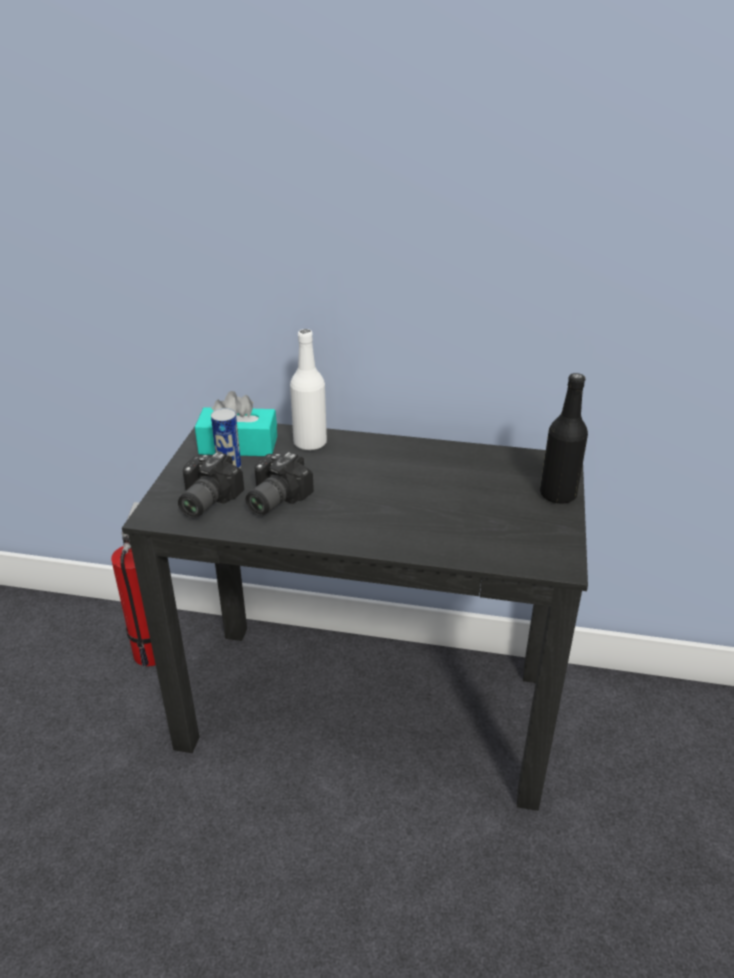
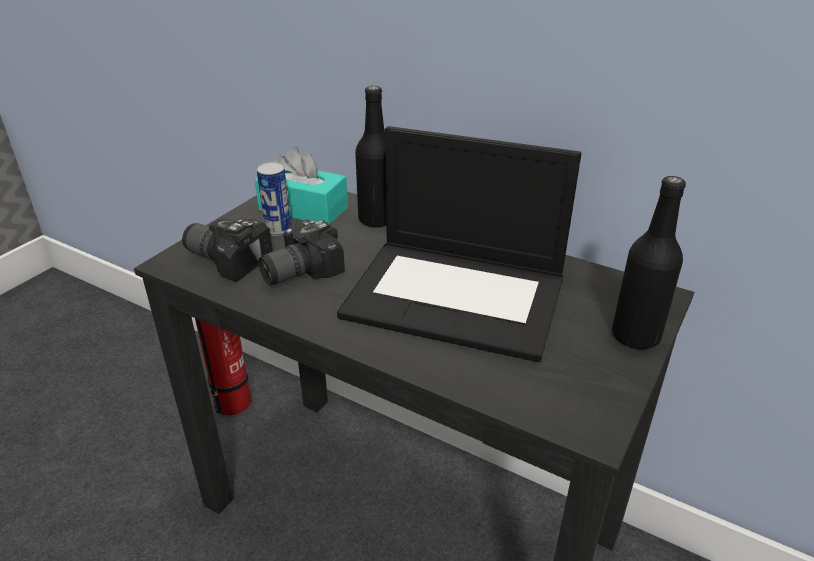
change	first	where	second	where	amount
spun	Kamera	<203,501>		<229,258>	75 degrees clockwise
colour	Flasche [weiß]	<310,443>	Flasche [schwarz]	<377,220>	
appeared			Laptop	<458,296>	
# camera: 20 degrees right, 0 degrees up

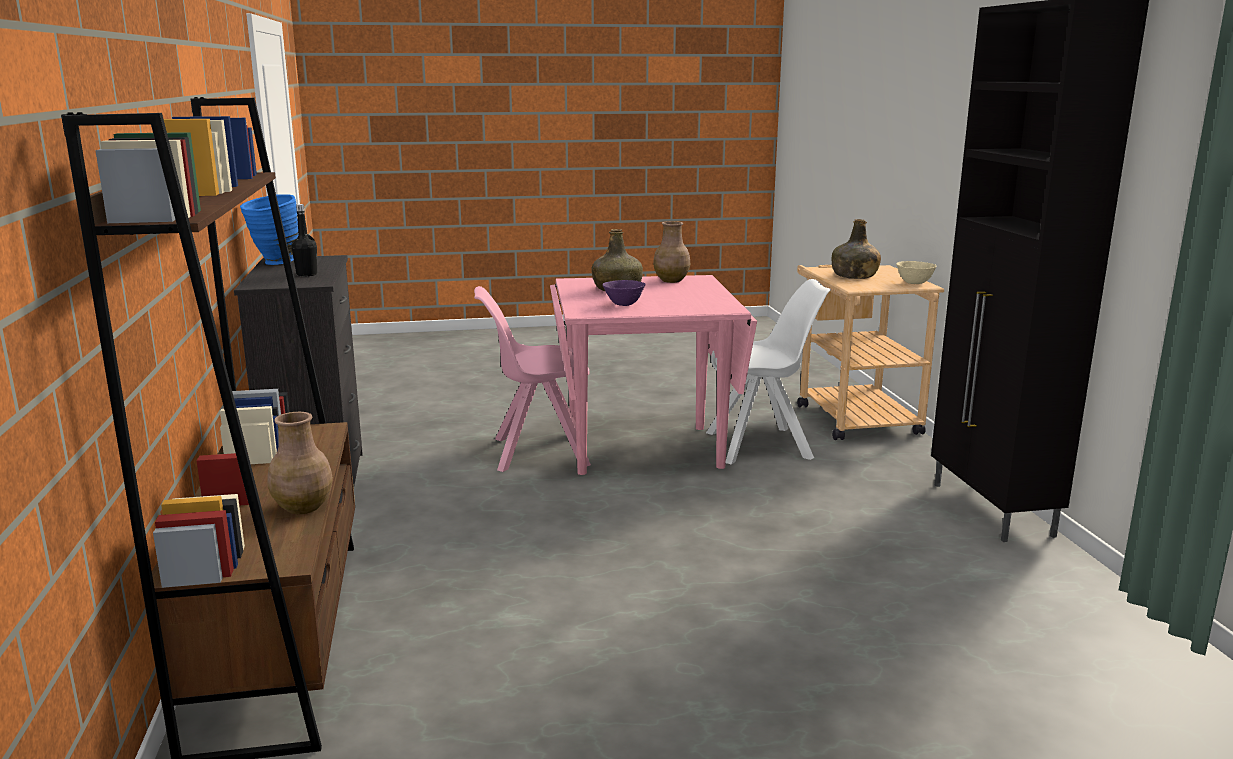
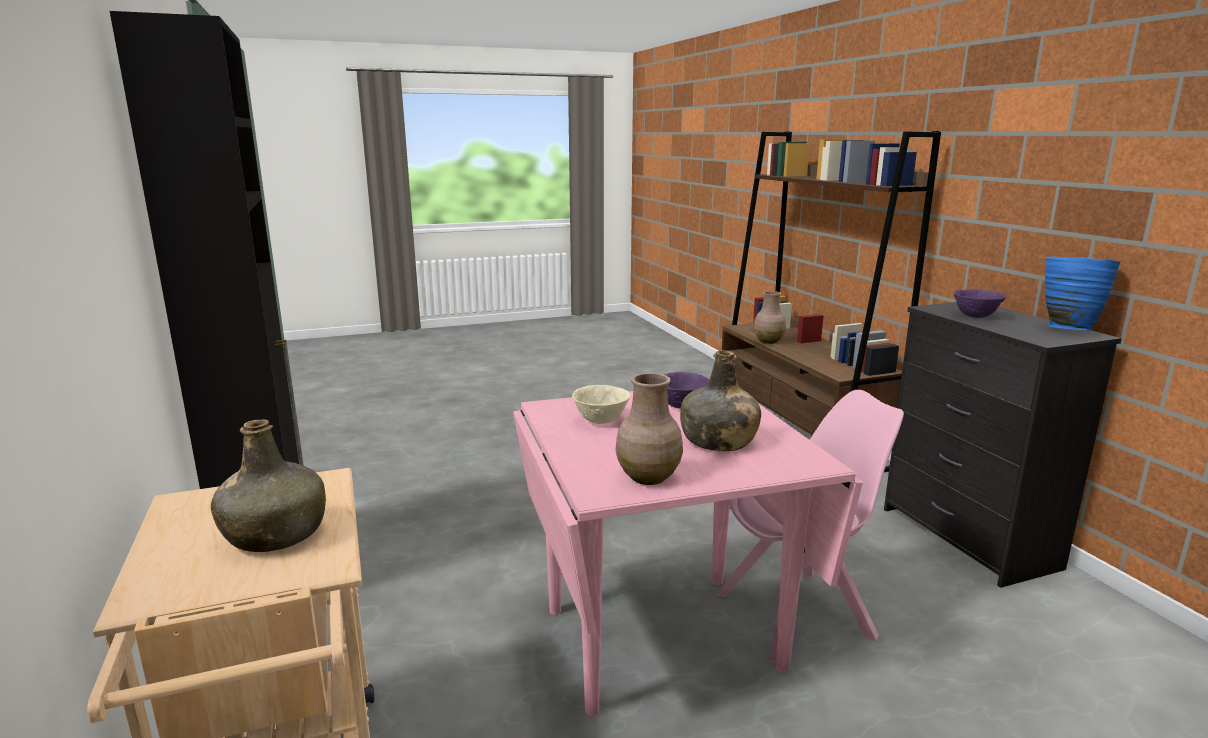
change	first	where	second	where	amount
exchanged	Flasche [schwarz]	<307,274>	Schüssel [lila]	<976,316>	
missing	Stuhl [weiß]	<761,446>			
relocated	Schüssel [beige]	<914,283>		<601,421>	
# camera: 170 degrees right, 0 degrees up

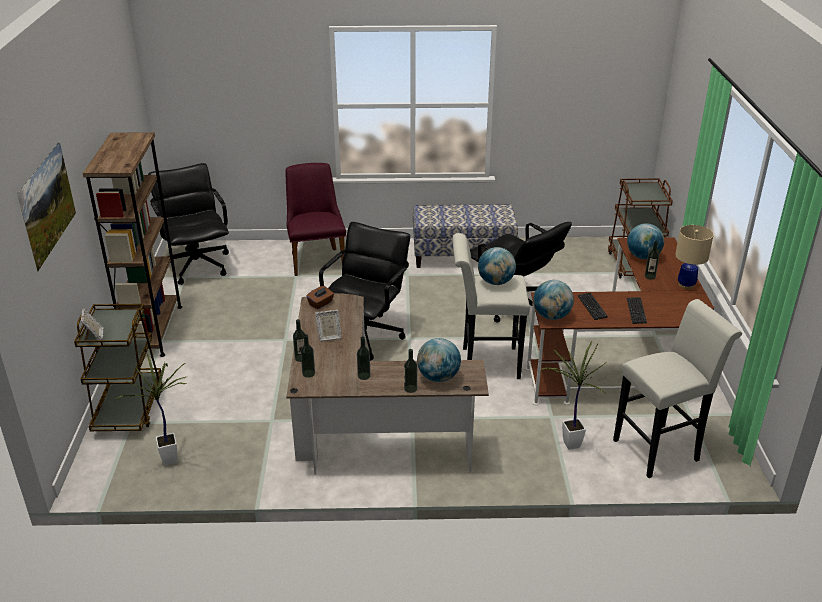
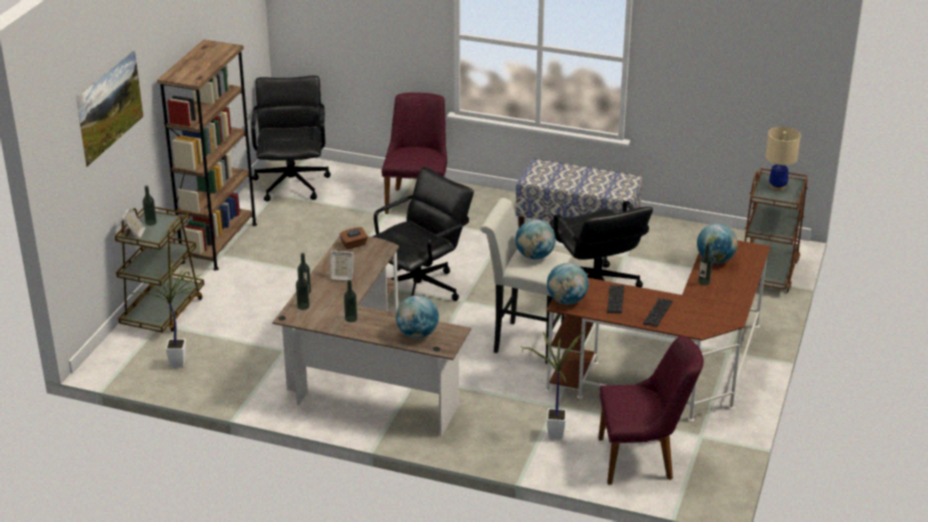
change	first	where	second	where	amount
relocated	Flasche	<410,388>		<151,222>	
exchanged	Hocker [weiß]	<661,448>	Stuhl [lila]	<643,459>	
relocated	Tischlampe [beige]	<686,285>		<777,186>	
# camera: 20 degrees right, 0 degrees up

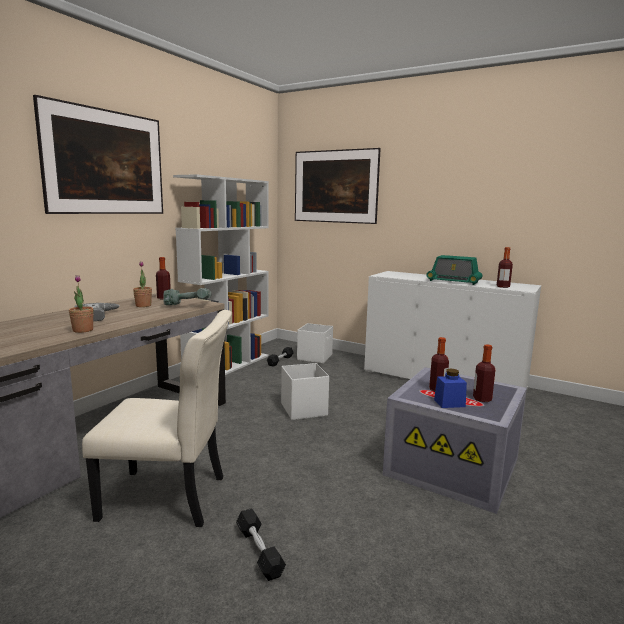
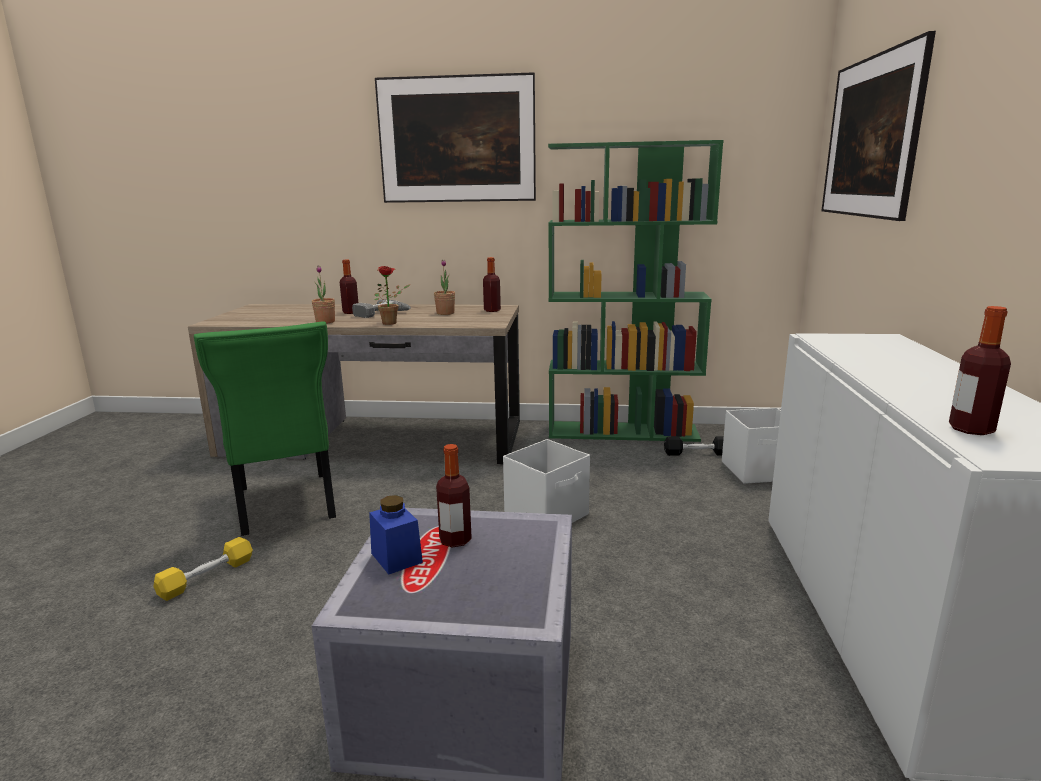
change	first	where	second	where	amount
colour	Stuhl [beige]	<169,498>	Stuhl [grün]	<286,505>	
missing	Bohrmaschine	<189,306>			
colour	Bücherregal [weiß]	<228,366>	Bücherregal [grün]	<623,432>	
colour	Hantel [schwarz]	<259,551>	Hantel [gelb]	<207,577>	
missing	Radio	<453,281>			
relocated	Flasche	<482,399>		<351,312>	
appeared			Topfpflanze	<392,323>	
# camera: 65 degrees right, 5 degrees up

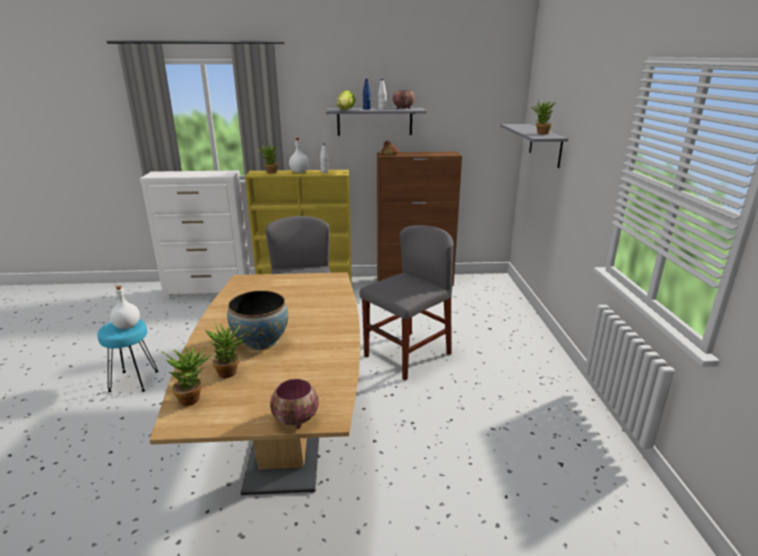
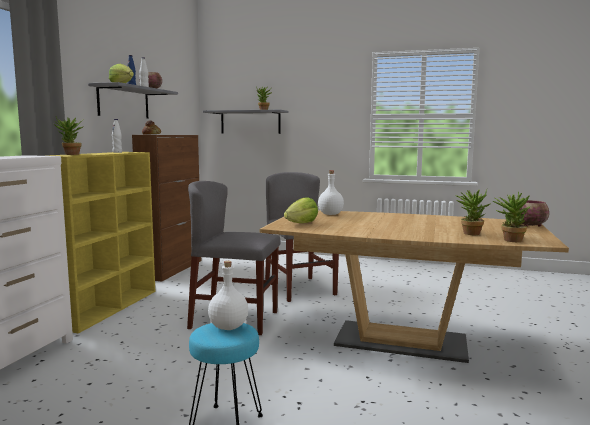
change	first	where	second	where	amount
missing	Schüssel	<261,342>			
relocated	Flasche [weiß]	<299,172>		<330,214>	
appeared			Salatkopf	<301,223>	
# camera: 70 degrees left, 15 degrees down

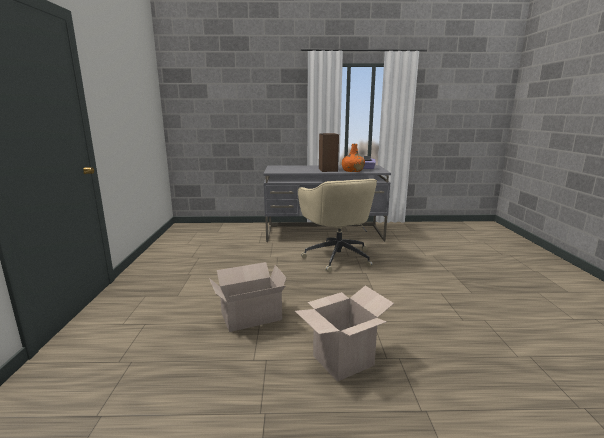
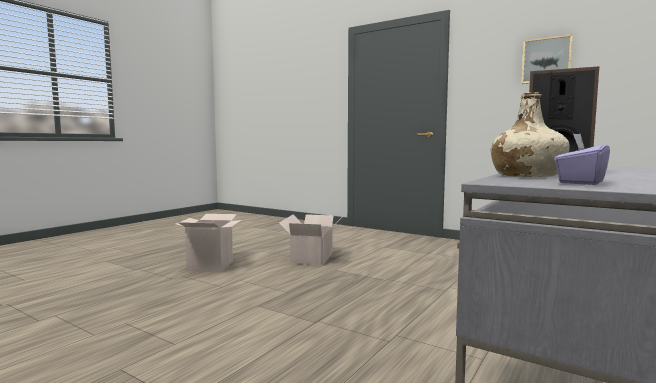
change	first	where	second	where	amount
missing	Bürostuhl [beige]	<337,256>			
colour	Flasche [orange]	<352,171>	Flasche [beige]	<526,176>	
appeared			Bild	<546,60>	
# camera: 125 degrees right, 10 degrees down

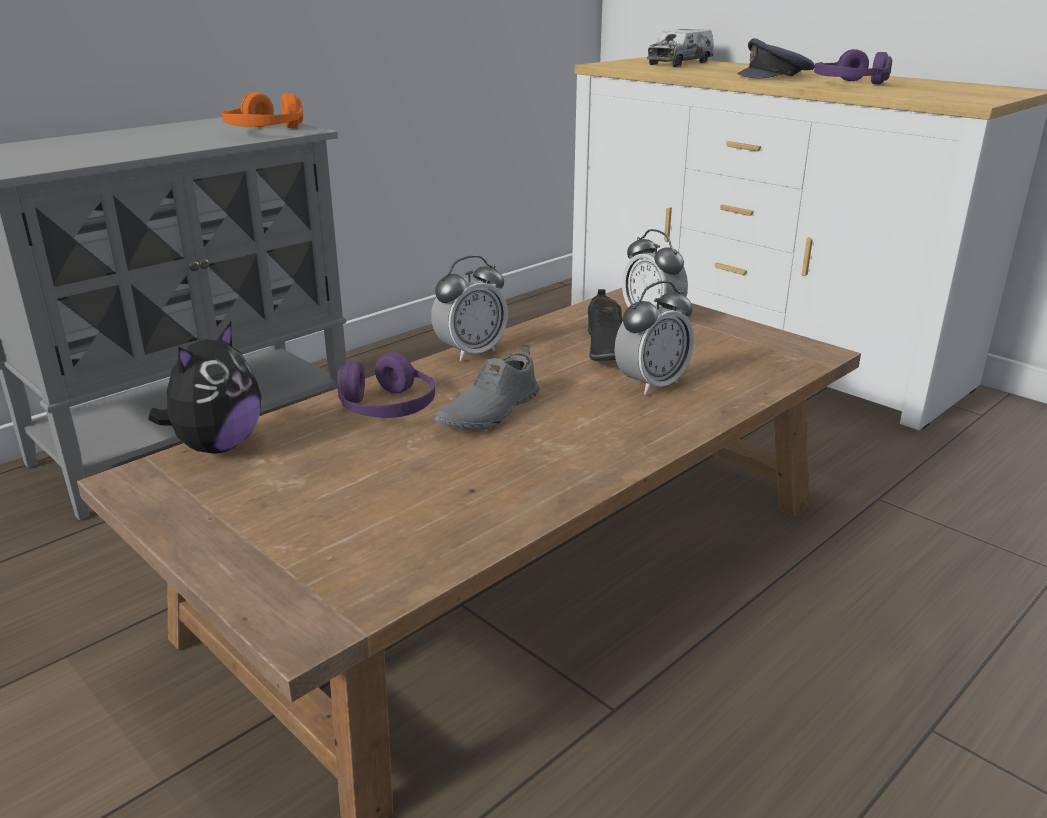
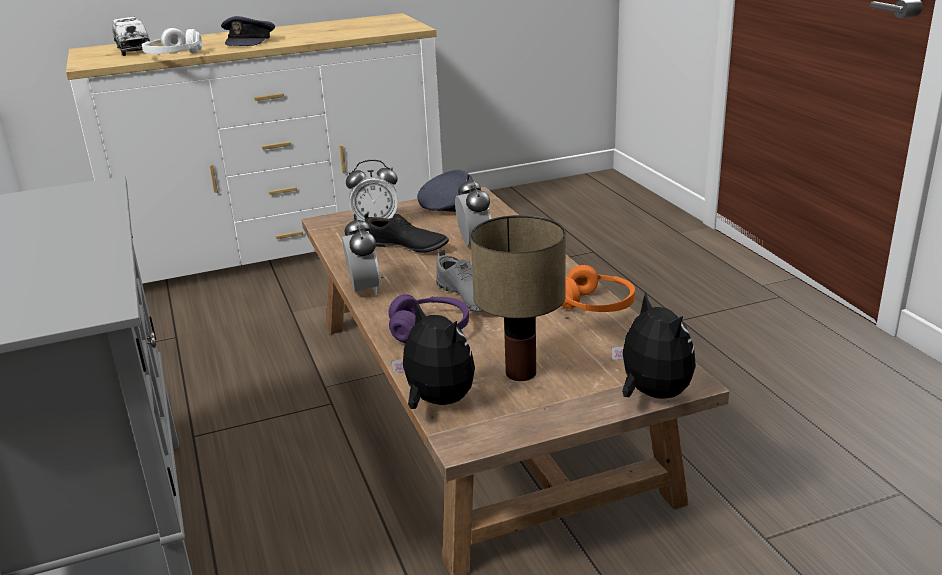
change	first	where	second	where	amount
relocated	Kopfhörer [orange]	<265,131>		<595,305>	
missing	Kopfhörer [lila]	<849,84>			
appeared			Kopfhörer [weiß]	<173,56>	
appeared			Kappe [grau]	<447,205>	
appeared			Tischlampe	<520,372>	
appeared			Plüschtier	<651,394>	
# camera: 65 degrees left, 0 degrees up

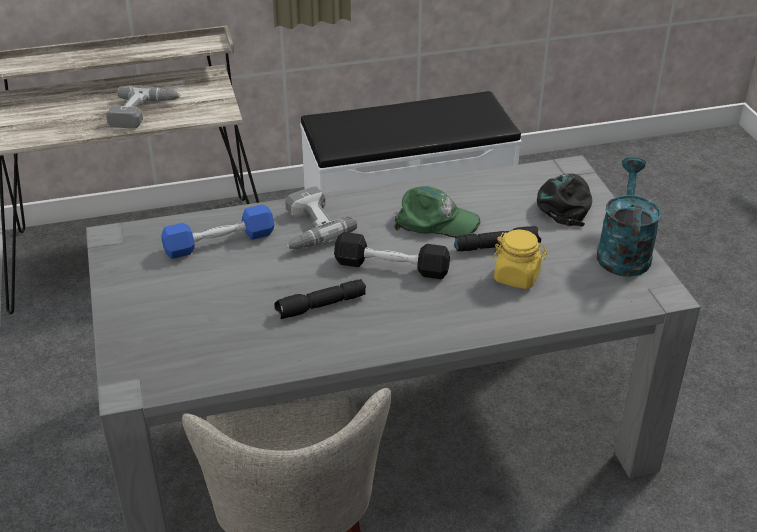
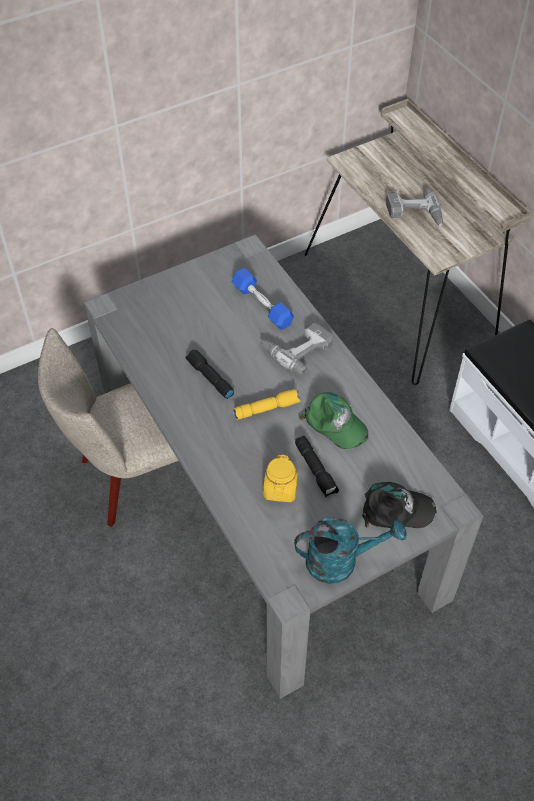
change	first	where	second	where	amount
exchanged	Hantel [schwarz]	<392,267>	Taschenlampe [gelb]	<266,408>	
spun	Kappe [grün]	<436,221>		<335,424>	45 degrees counterclockwise
# camera: 75 degrees right, 15 degrees up

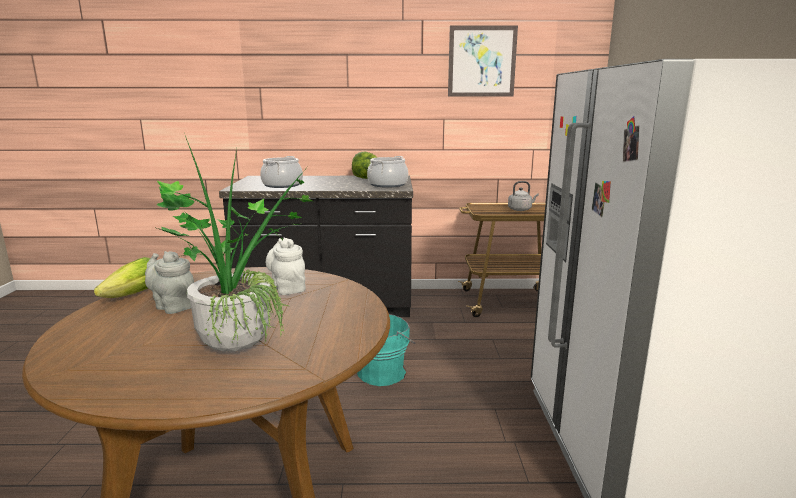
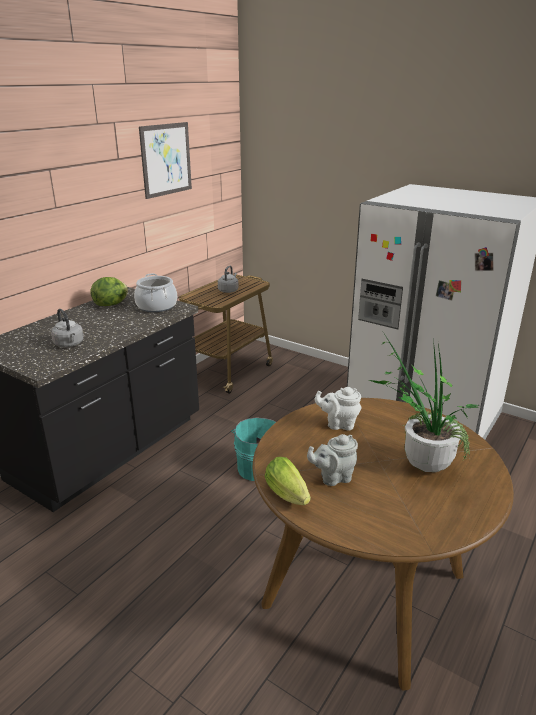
change	first	where	second	where	amount
exchanged	Kochtopf	<282,185>	Wasserkessel [grau]	<69,344>	
# camera: 55 degrees left, 10 degrees up

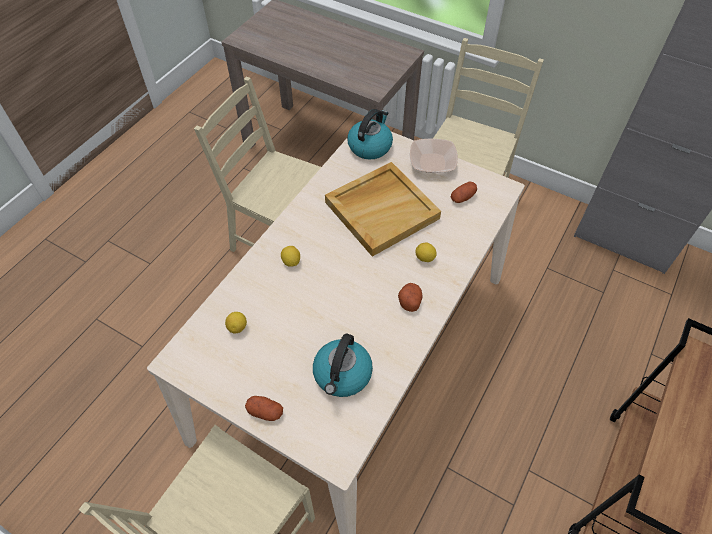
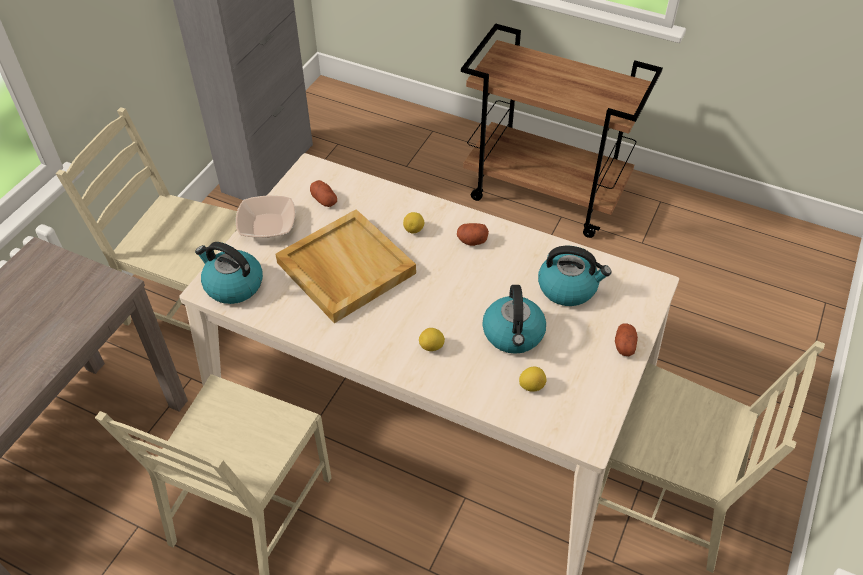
change	first	where	second	where	amount
appeared			Wasserkessel	<513,334>	
# camera: 95 degrees left, 5 degrees down

